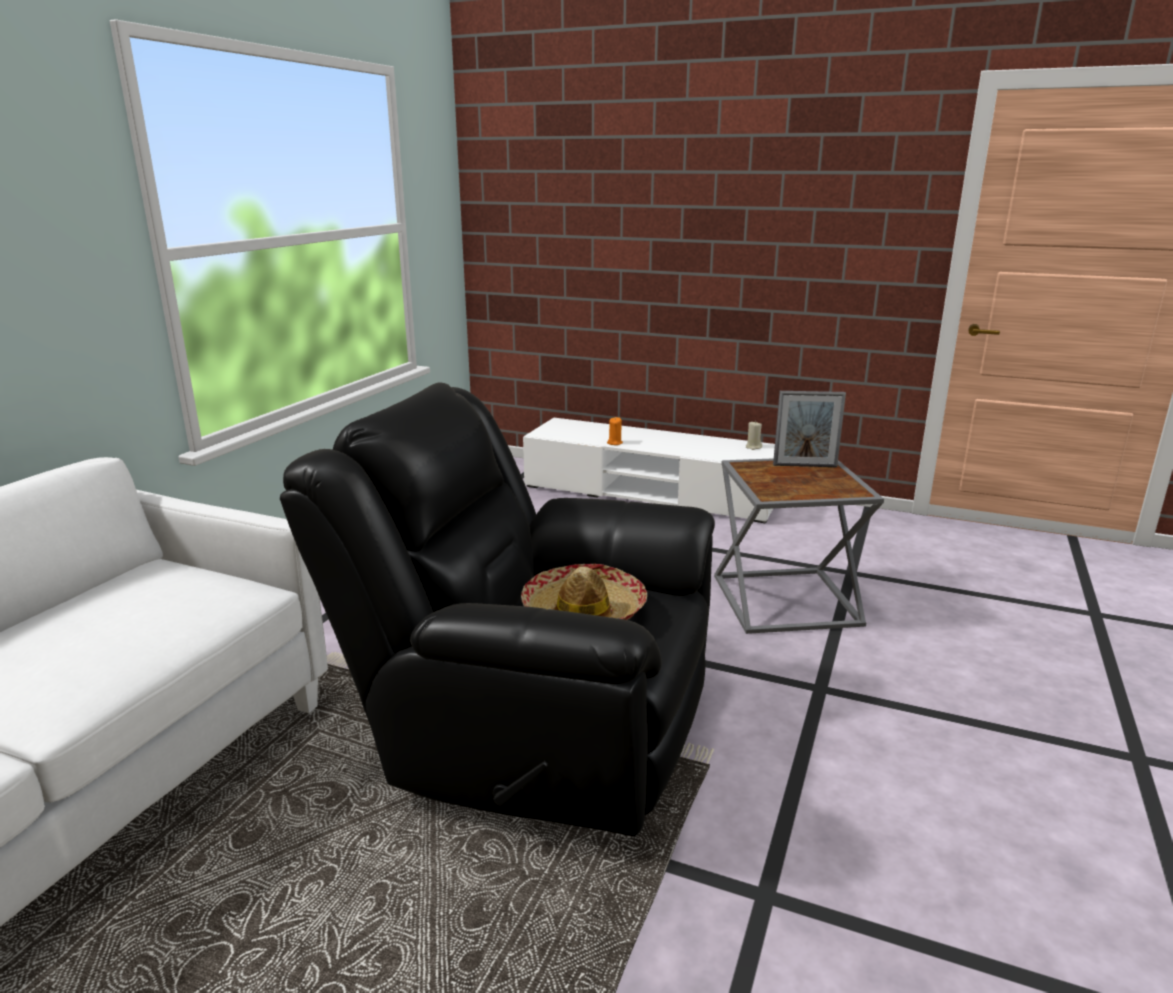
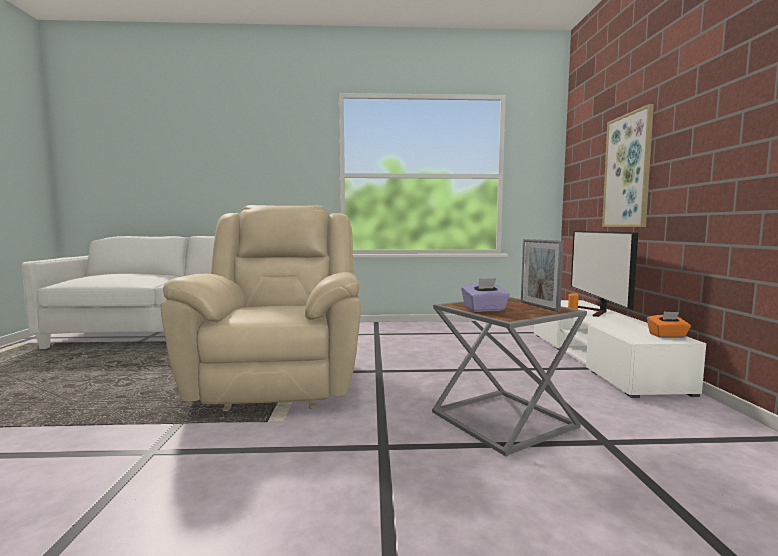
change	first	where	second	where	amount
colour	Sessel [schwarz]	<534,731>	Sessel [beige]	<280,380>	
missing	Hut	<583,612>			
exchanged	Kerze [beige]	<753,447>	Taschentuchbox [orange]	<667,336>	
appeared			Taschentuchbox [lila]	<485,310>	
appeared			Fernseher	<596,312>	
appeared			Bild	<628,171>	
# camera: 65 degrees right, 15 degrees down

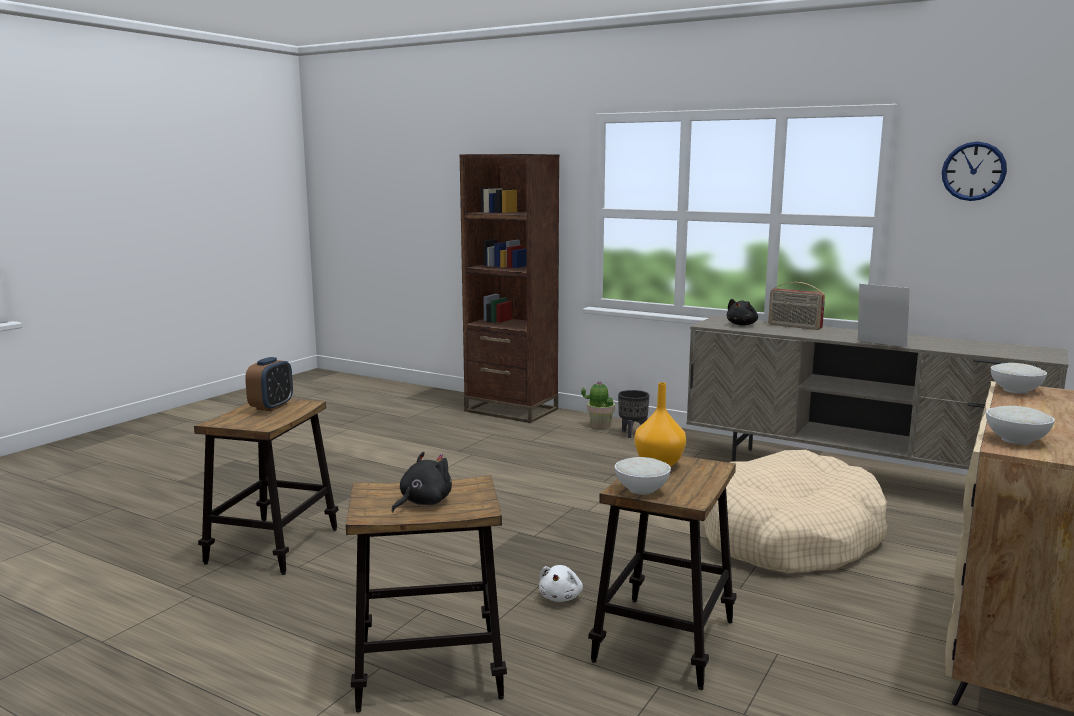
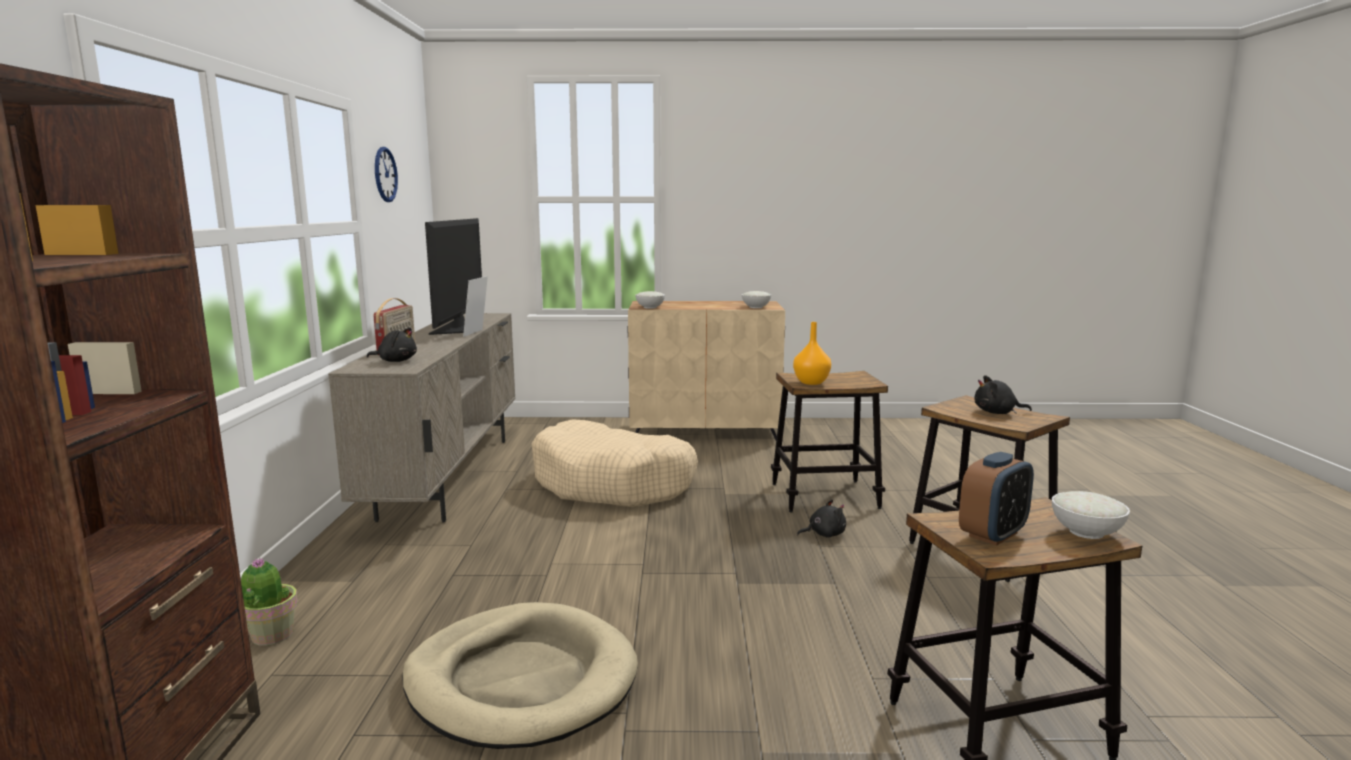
change	first	where	second	where	amount
spun	Wecker	<271,407>		<993,534>	150 degrees clockwise
colour	Plüschtier [weiß]	<561,597>	Plüschtier [schwarz]	<824,534>	
relocated	Schüssel [weiß]	<642,490>		<1085,531>	
missing	Pflanzkübel [schwarz]	<633,434>			
appeared			Hundebett [beige]	<521,681>	
appeared			Fernseher	<458,327>	
# camera: 120 degrees left, 0 degrees up

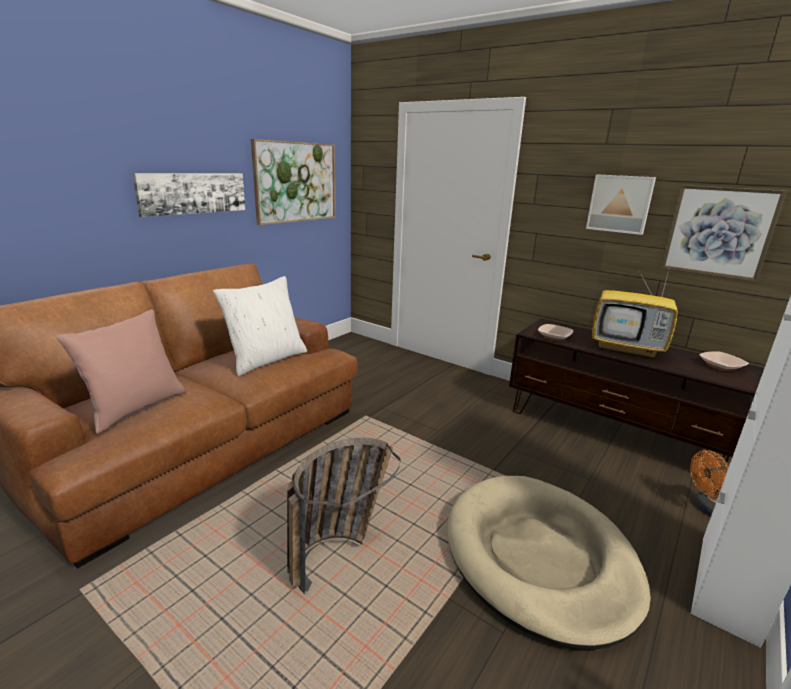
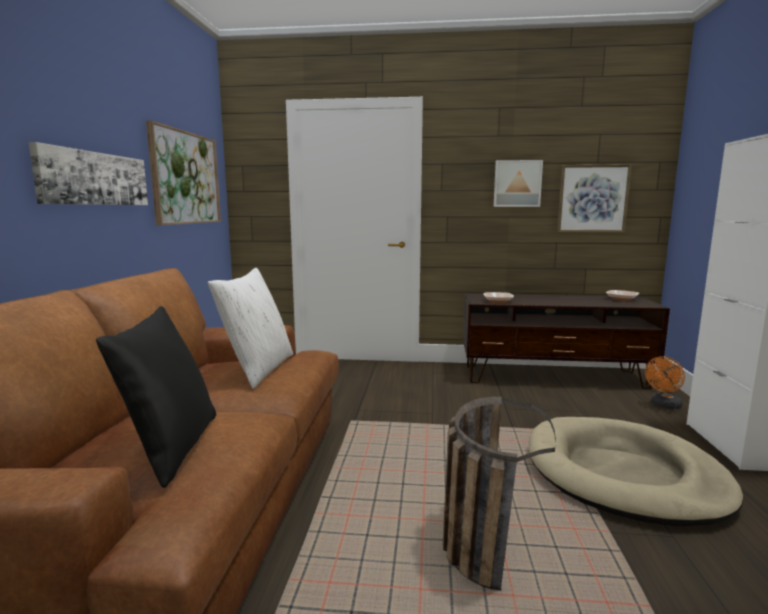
change	first	where	second	where	amount
colour	Kissen [rosa]	<135,408>	Kissen [schwarz]	<172,448>	
missing	Fernseher	<627,349>			
# camera: 30 degrees left, 10 degrees down

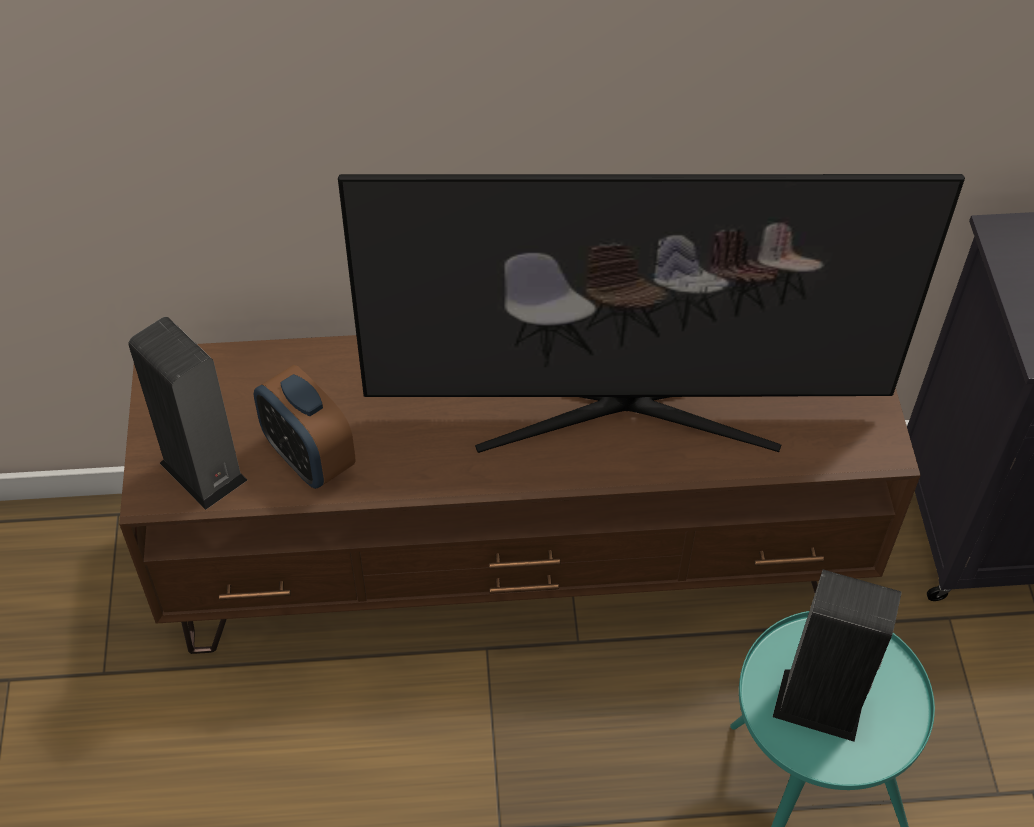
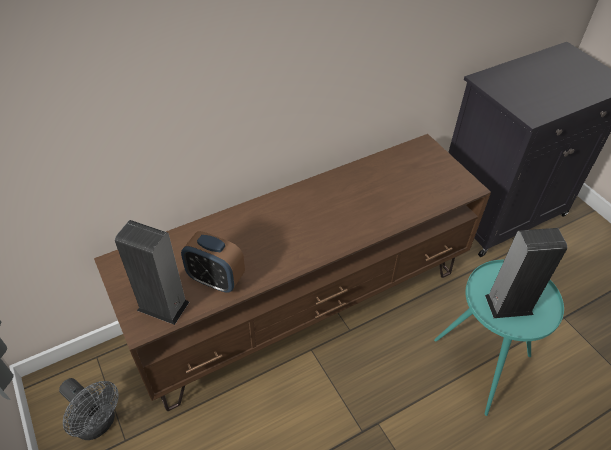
change	first	where	second	where	amount
missing	Fernseher	<624,410>			
appeared			Ventilator [grau]	<98,423>	
# camera: 25 degrees left, 5 degrees down

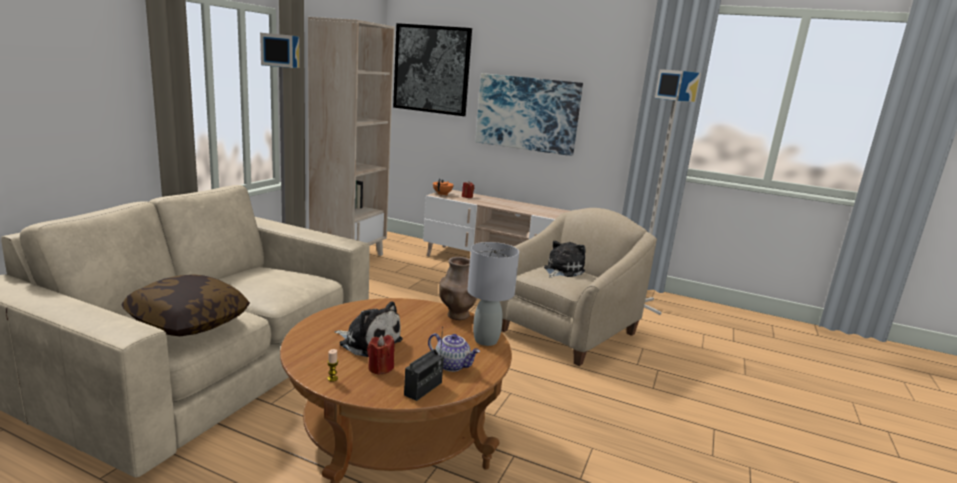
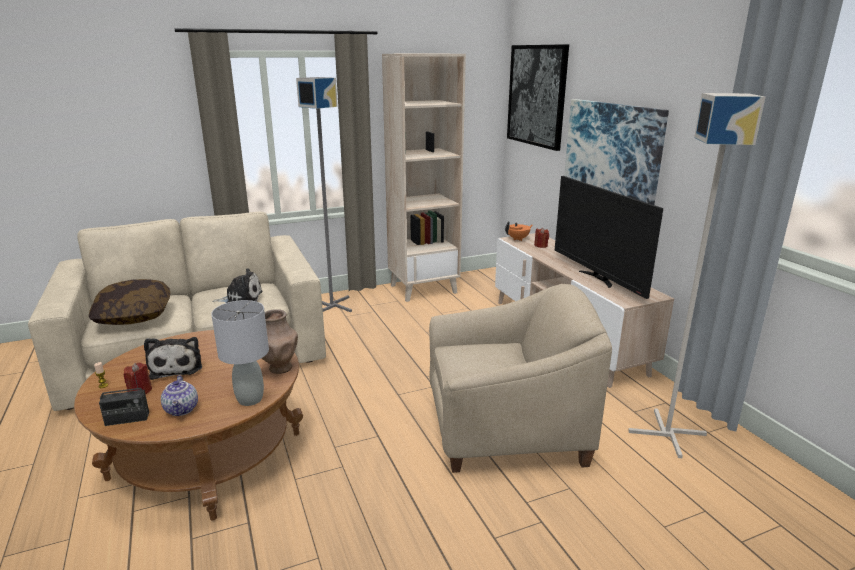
change	first	where	second	where	amount
relocated	Plüschtier	<562,270>		<241,299>	
appeared			Fernseher	<598,278>	
# camera: 45 degrees right, 5 degrees up

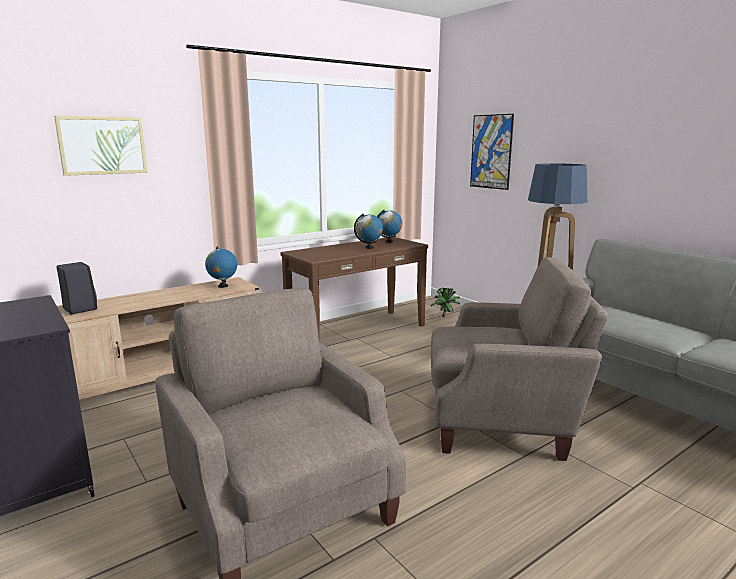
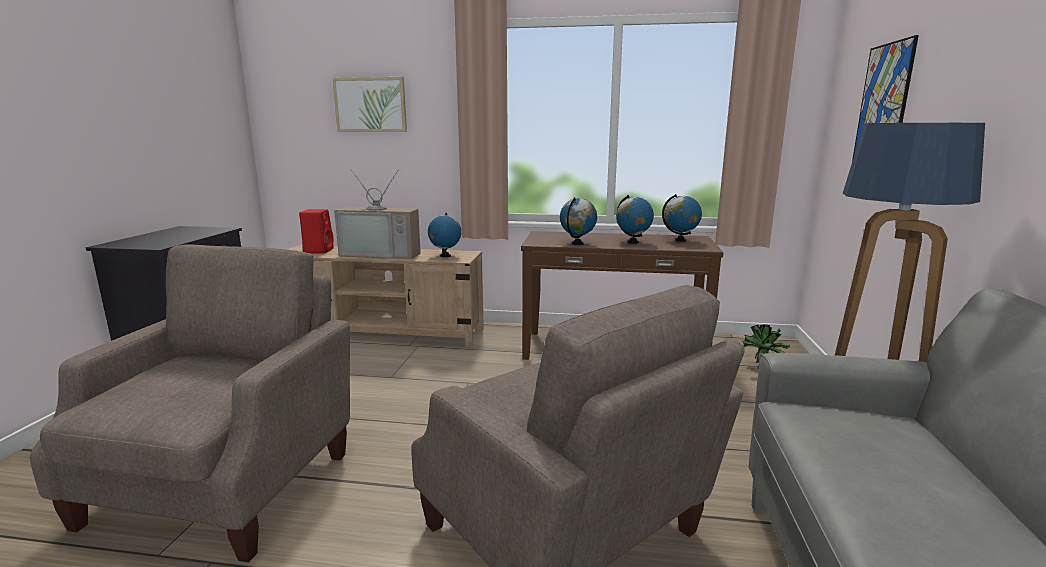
change	first	where	second	where	amount
colour	Lautsprecher [schwarz]	<79,309>	Lautsprecher [rot]	<318,250>	
appeared			Fernseher	<383,254>	
appeared			Globus	<577,244>	
# camera: 45 degrees right, 0 degrees up

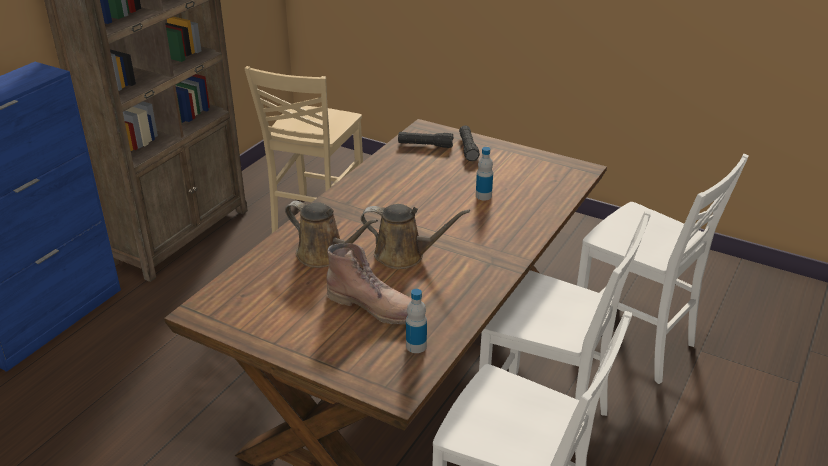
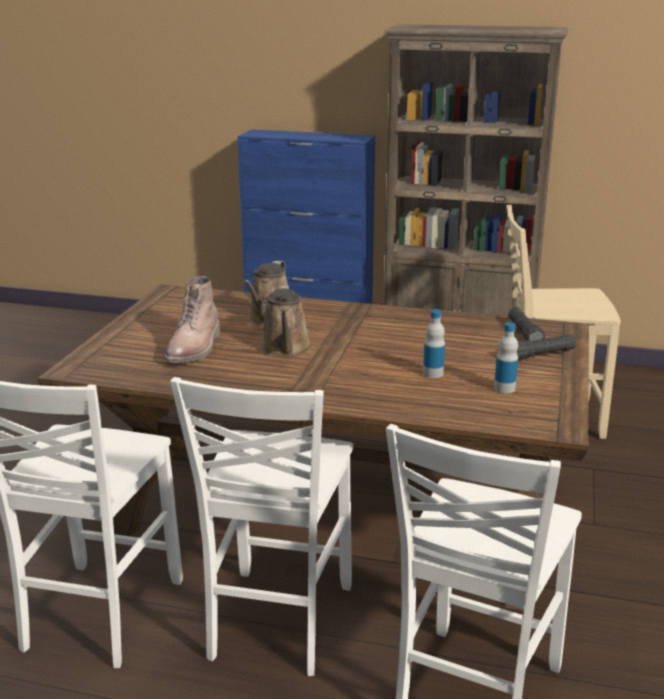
change	first	where	second	where	amount
relocated	Flasche	<416,346>		<504,388>	
# camera: 75 degrees right, 10 degrees down

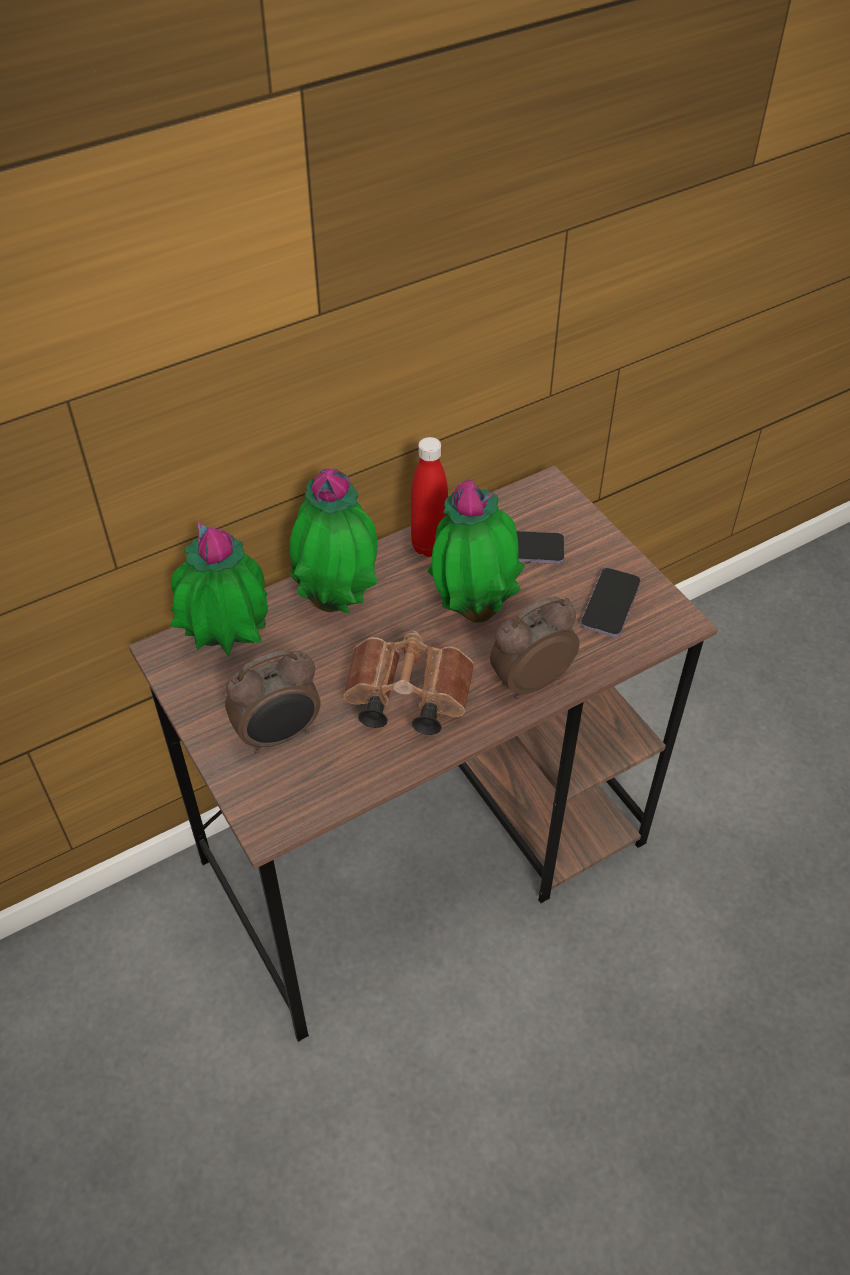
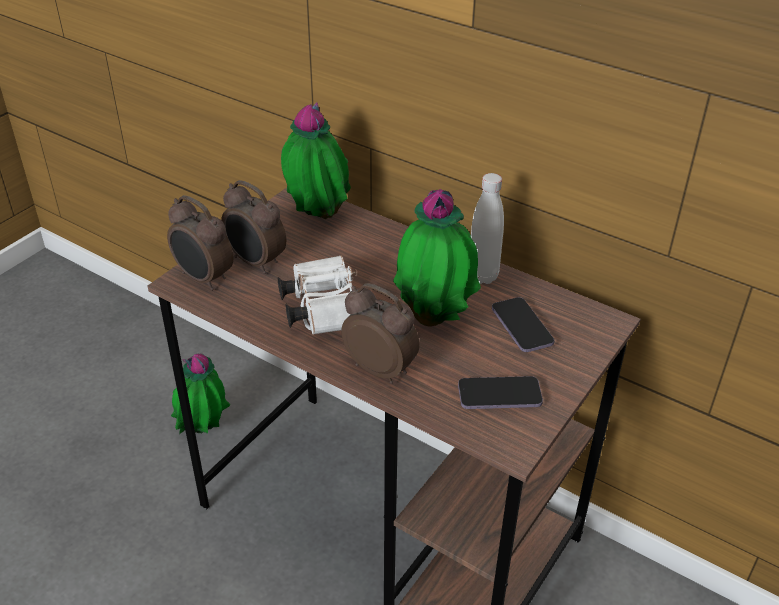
change	first	where	second	where	amount
relocated	Topfpflanze	<338,602>		<204,432>	
colour	Fernglas [braun]	<404,698>	Fernglas [weiß]	<322,308>	
colour	Flasche [rot]	<429,546>	Flasche [weiß]	<483,276>	
appeared			Wecker	<203,279>	
# camera: 65 degrees right, 10 degrees down

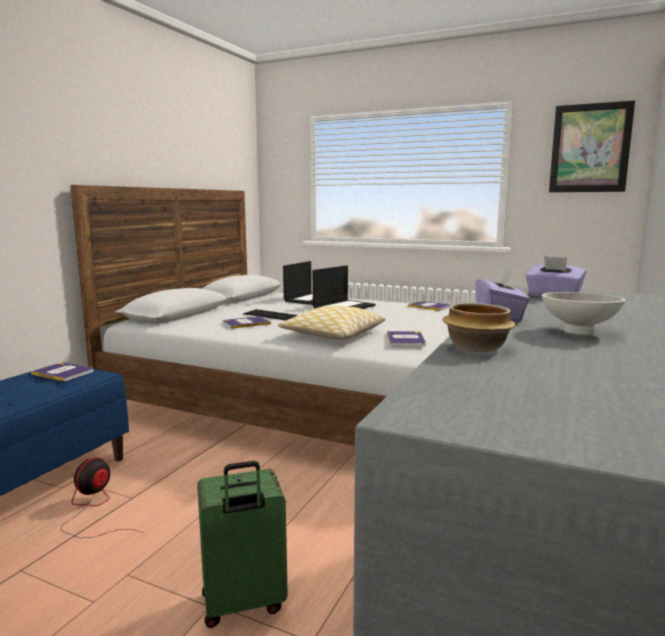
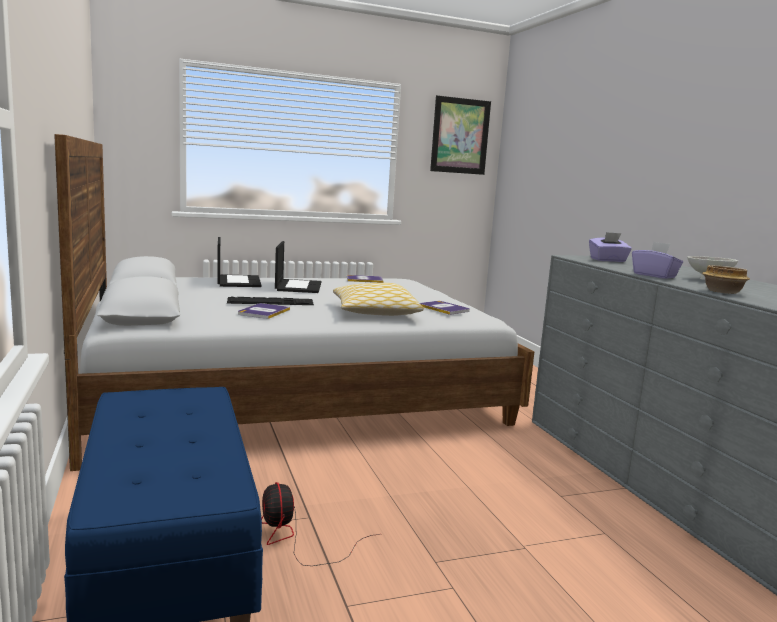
change	first	where	second	where	amount
missing	Buch	<63,372>			
missing	Koffer [grün]	<243,604>			
# camera: 45 degrees left, 0 degrees up

